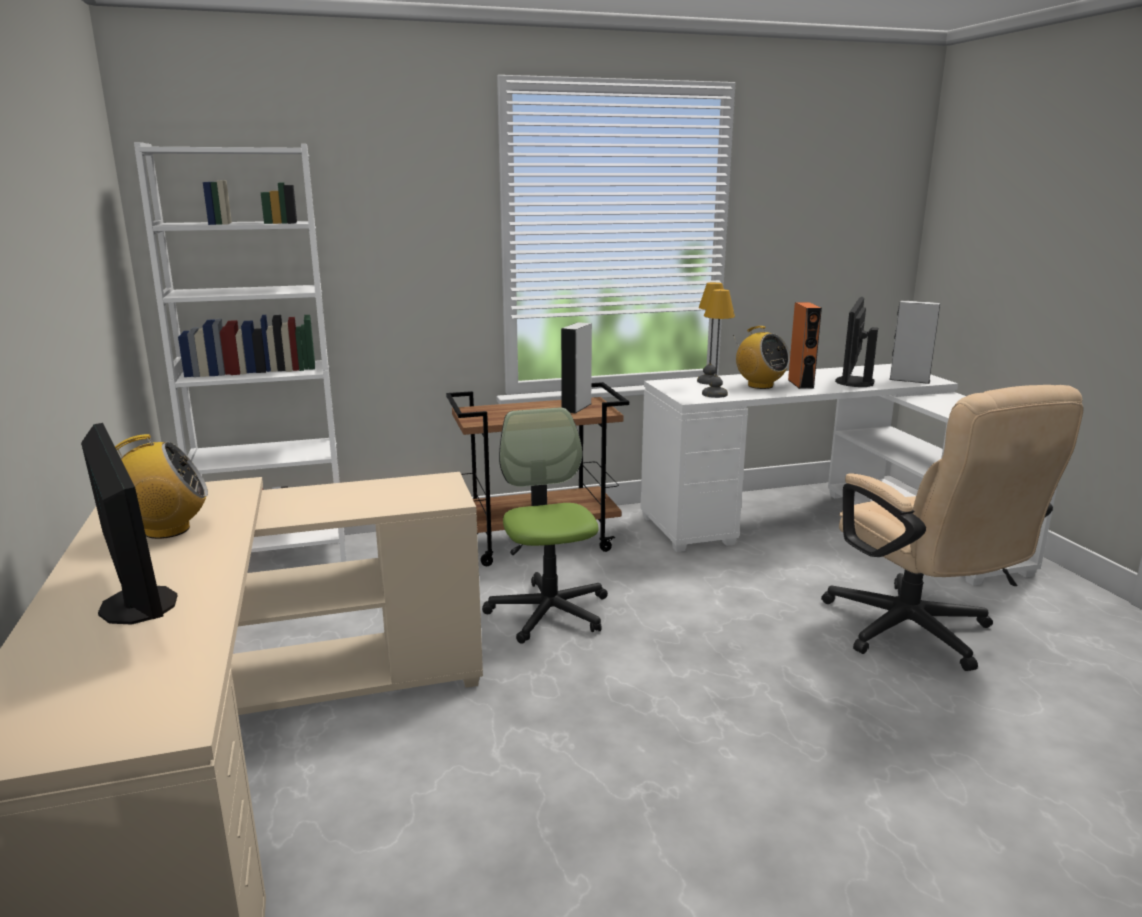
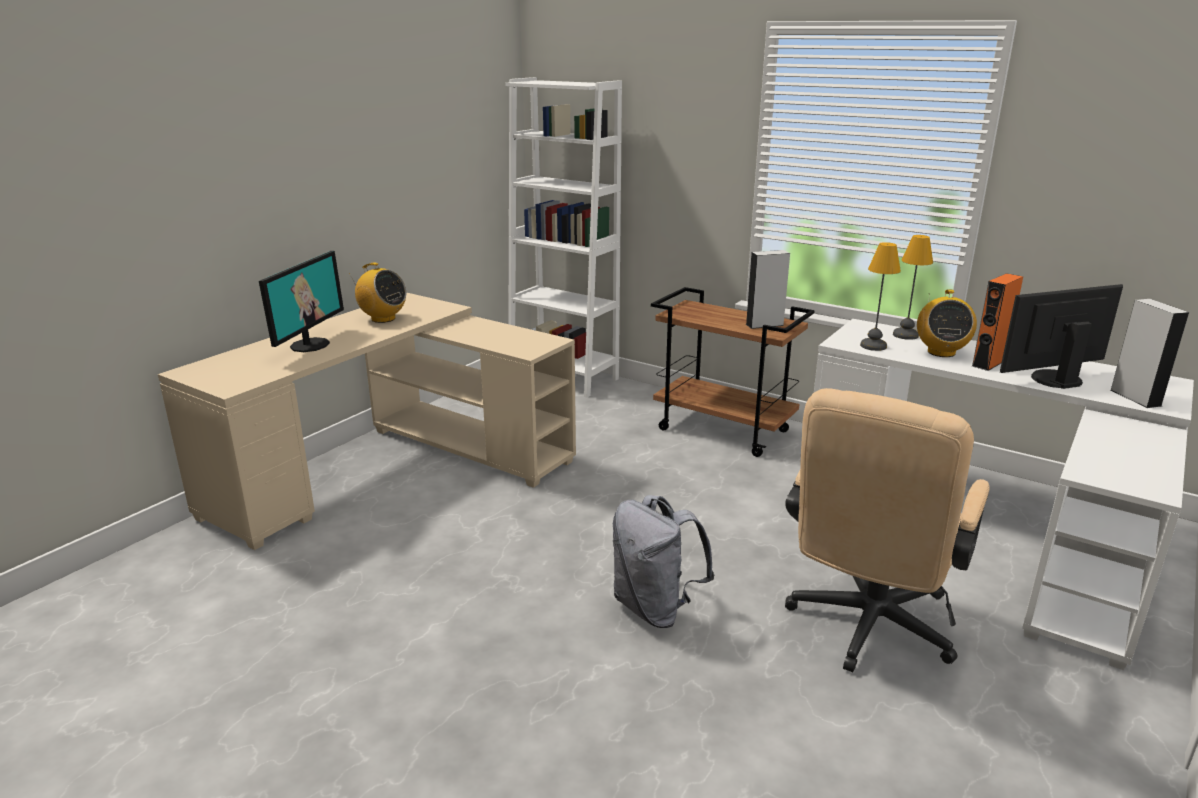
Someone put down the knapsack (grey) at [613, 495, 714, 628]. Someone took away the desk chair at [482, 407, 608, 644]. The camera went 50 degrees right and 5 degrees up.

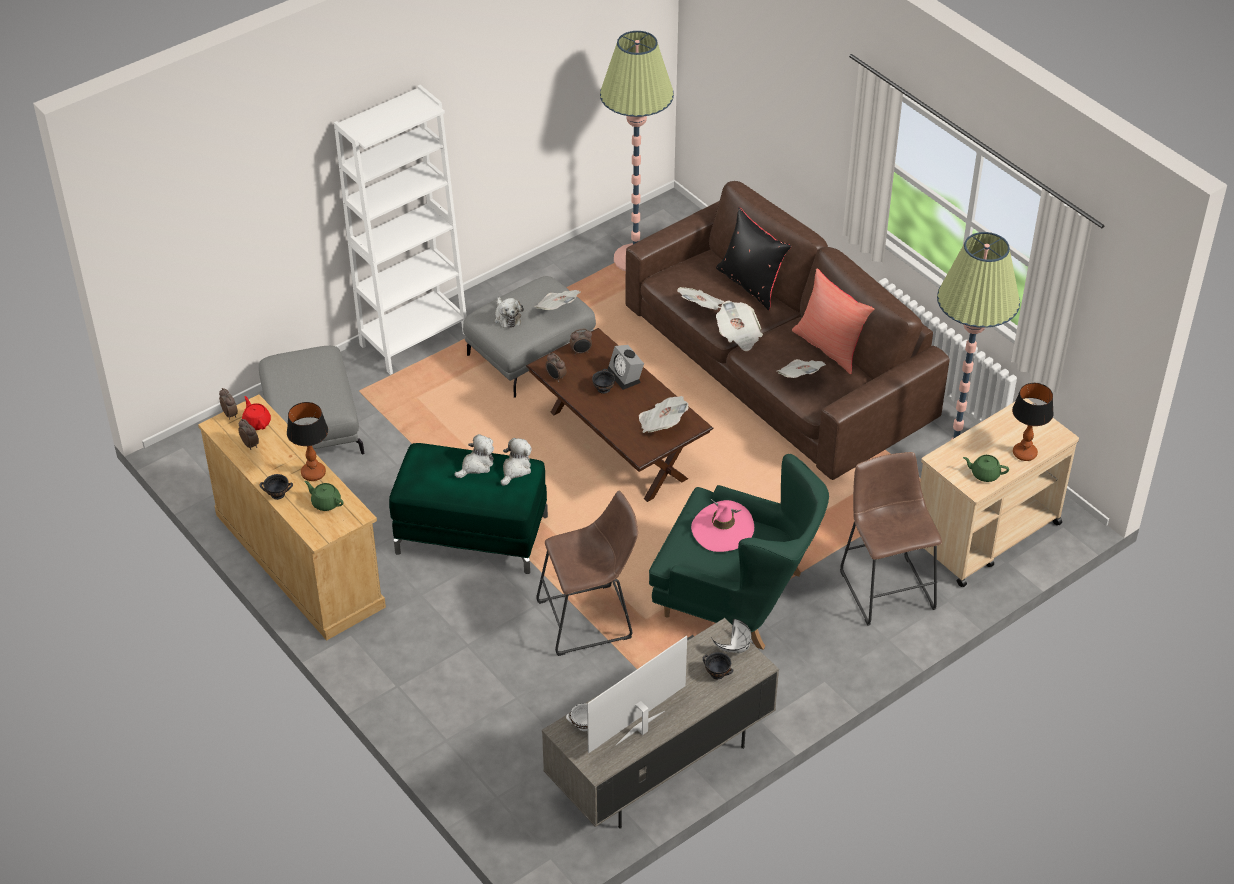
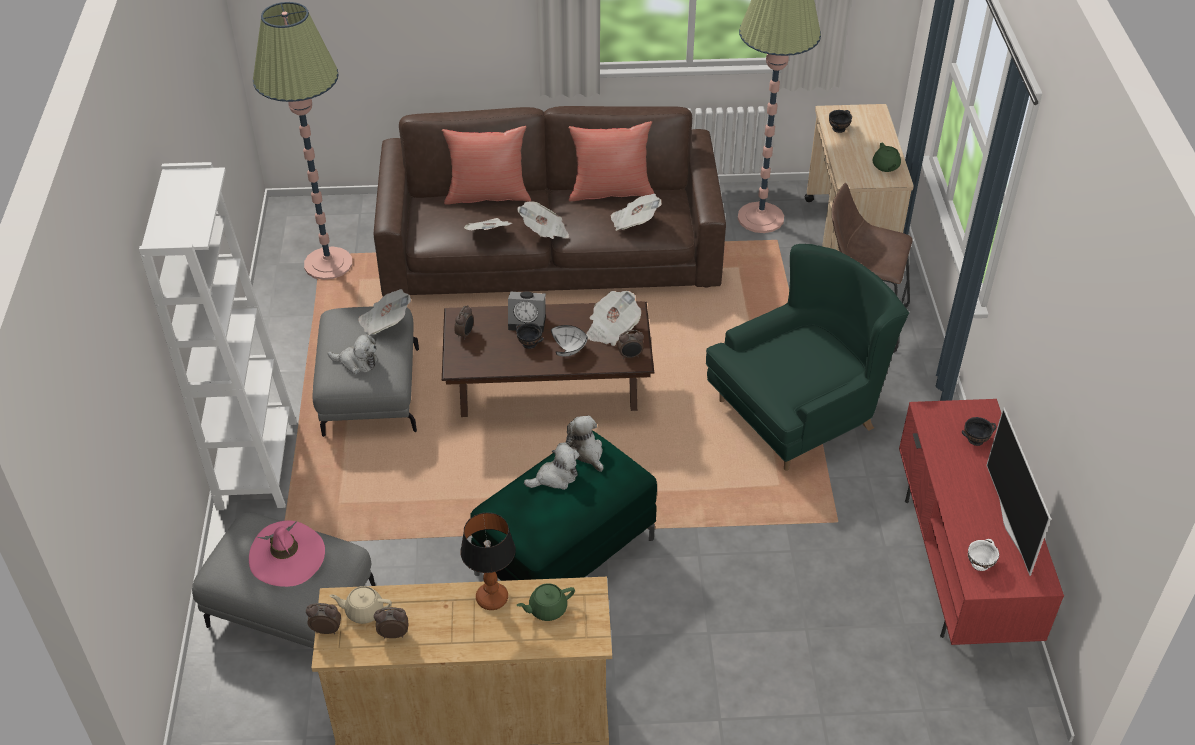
Someone carried the clothing hat (pinkish) from [691, 499, 754, 552] to [249, 521, 325, 587]. Someone repainted the teapot (reddish) at [242, 396, 271, 430], which became the teapot (beige-coloured) at [329, 586, 392, 624]. Someone repainted the cushion (black) at [716, 207, 792, 310], which became the cushion (reddish) at [442, 126, 531, 205]. Someone rotated the plush toy at [454, 434, 494, 478] by 75 degrees clockwise. Someone carried the serving bowl (whitish) from [711, 619, 752, 653] to [551, 325, 588, 356]. Someone carried the bedside clock from [545, 353, 566, 382] to [618, 330, 644, 359]. Someone carried the serving bowl (black) from [260, 474, 293, 500] to [829, 110, 852, 133]. Someone rotated the teapot (green-coloured) at [963, 455, 1009, 482] by 60 degrees counterclockwise. Someone repainted the tv unit (grey) at [542, 618, 779, 829], which became the tv unit (reddish) at [899, 399, 1064, 645]. Someone took away the stool seat (brown-coloured) at [536, 491, 638, 656]. Someone took away the tabletop lamp at [1012, 383, 1053, 461]. The camera went 55 degrees left and 0 degrees up.

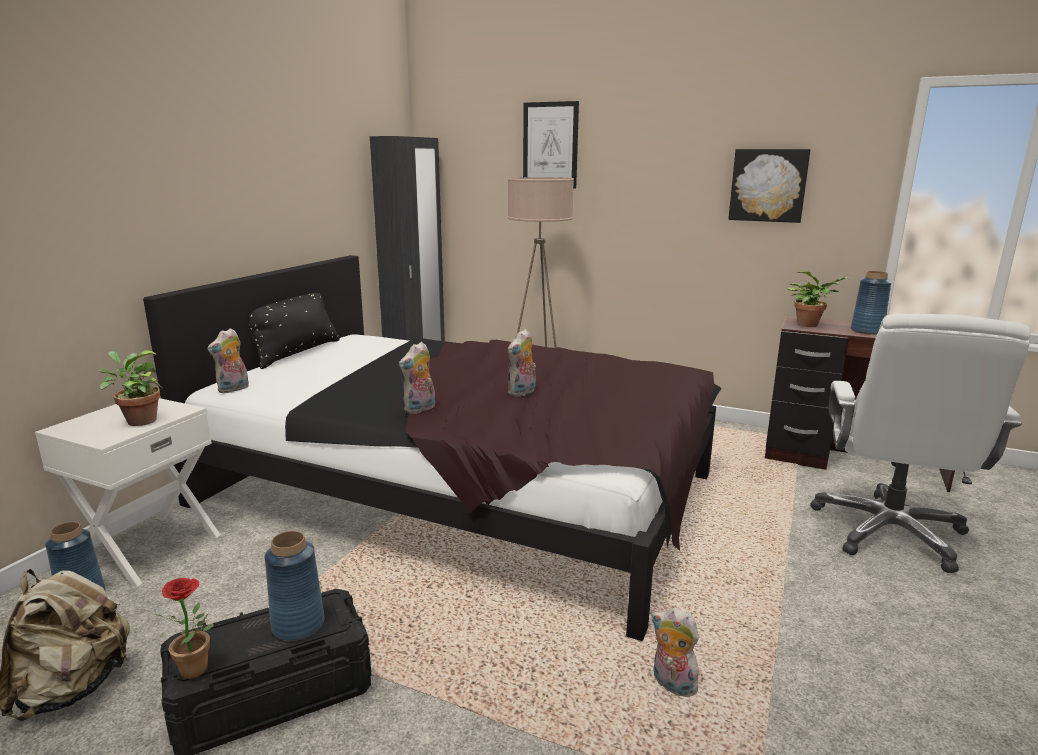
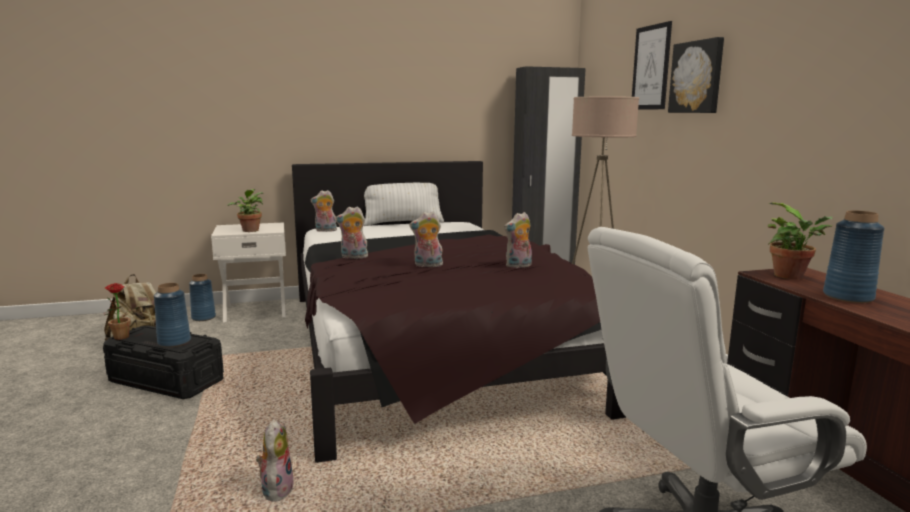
Someone repainted the cushion (black) at [249, 293, 340, 369], which became the cushion (whitish) at [364, 183, 444, 226]. Someone put down the plush toy at [504, 212, 532, 268]. Someone carried the picture from [728, 149, 810, 223] to [668, 37, 724, 113]. The camera went 50 degrees right and 5 degrees down.

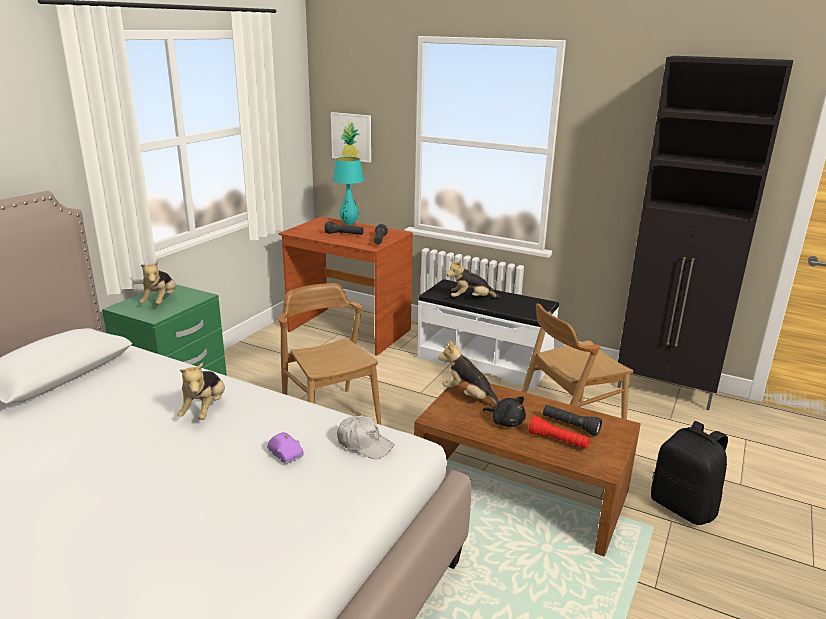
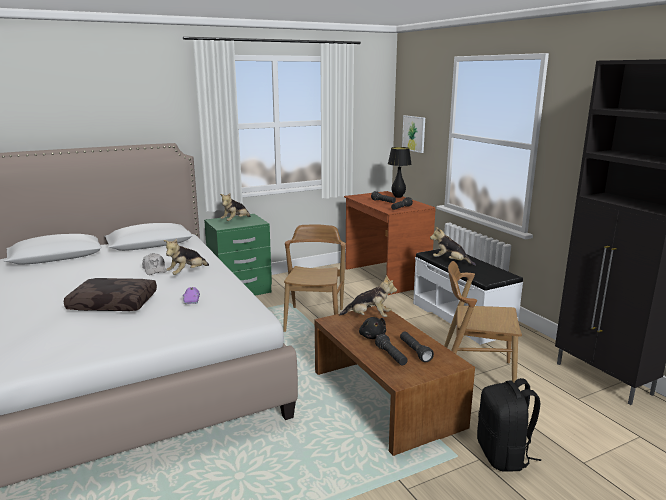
Someone put down the cushion (brown-coloured) at [64, 278, 157, 311]. Someone carried the cap (whitish) from [337, 416, 395, 459] to [142, 253, 167, 275]. Someone rotated the plush toy at [438, 339, 500, 406] by 120 degrees clockwise. Someone repainted the hand torch (reddish) at [529, 416, 590, 449], which became the hand torch (black) at [375, 334, 408, 366]. Someone repainted the tabletop lamp (blue-green) at [332, 157, 364, 225], which became the tabletop lamp (black) at [388, 147, 411, 198]. The camera went 35 degrees right and 5 degrees down.

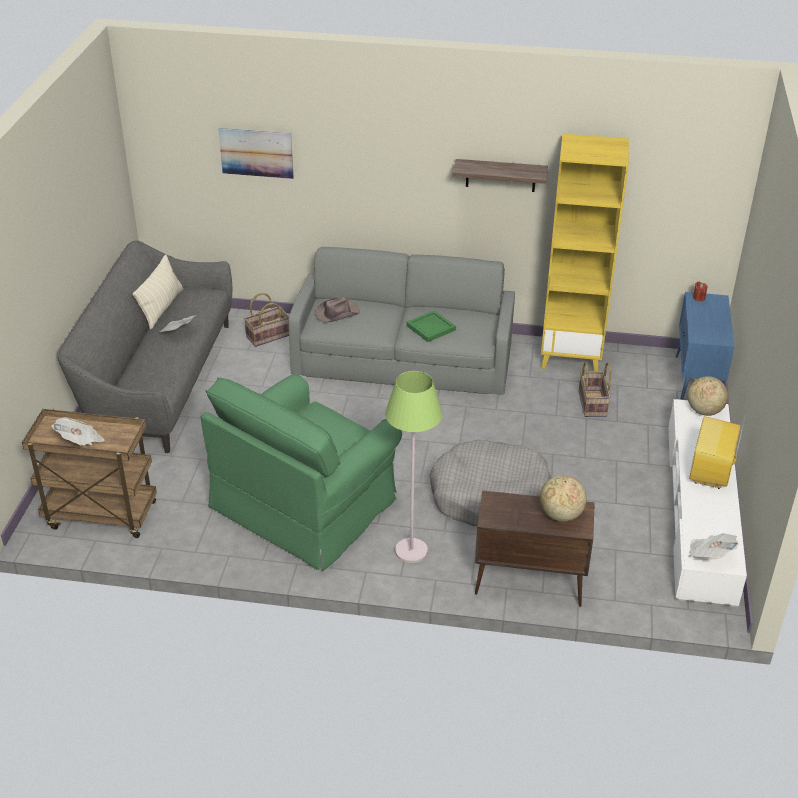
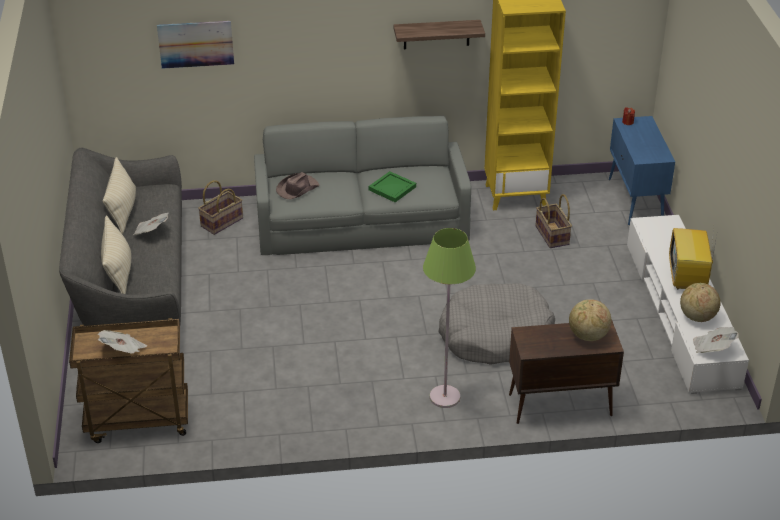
Someone put down the cushion (beige-coloured) at [101, 216, 131, 294]. Someone carried the desk globe from [688, 376, 728, 416] to [680, 283, 721, 322]. Someone took away the easy chair (green-coloured) at [201, 374, 402, 571]. The camera went 15 degrees left and 0 degrees up.

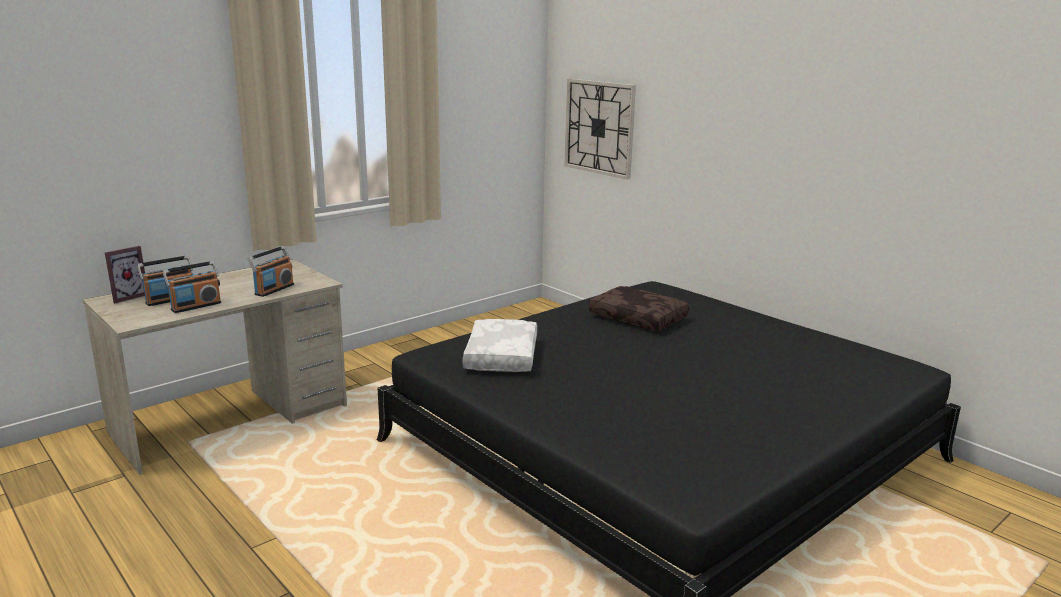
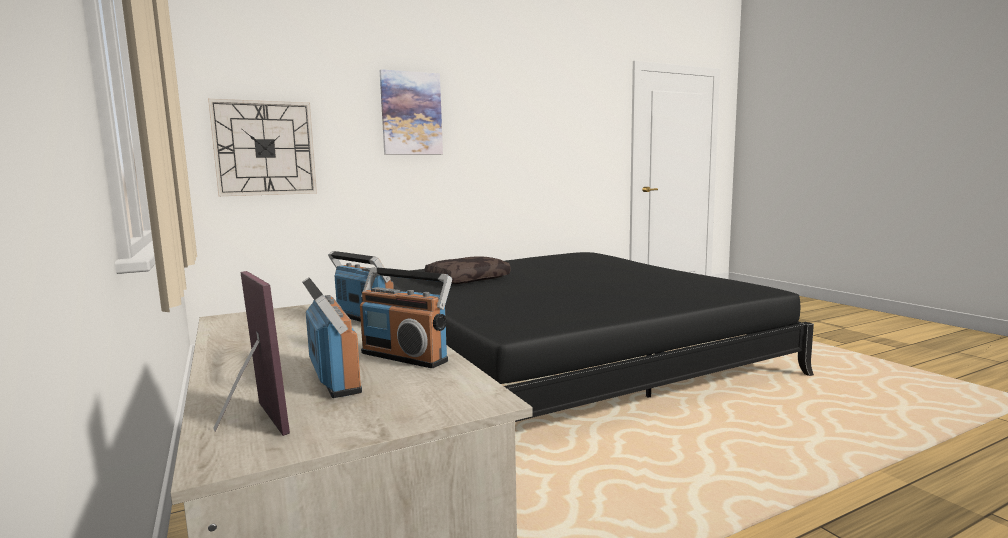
Someone rotated the radio at [163, 261, 221, 313] by 150 degrees clockwise. Someone put up the picture at [380, 69, 443, 154]. Someone took away the cushion (whitish) at [462, 319, 537, 372]. The camera went 75 degrees left and 10 degrees down.

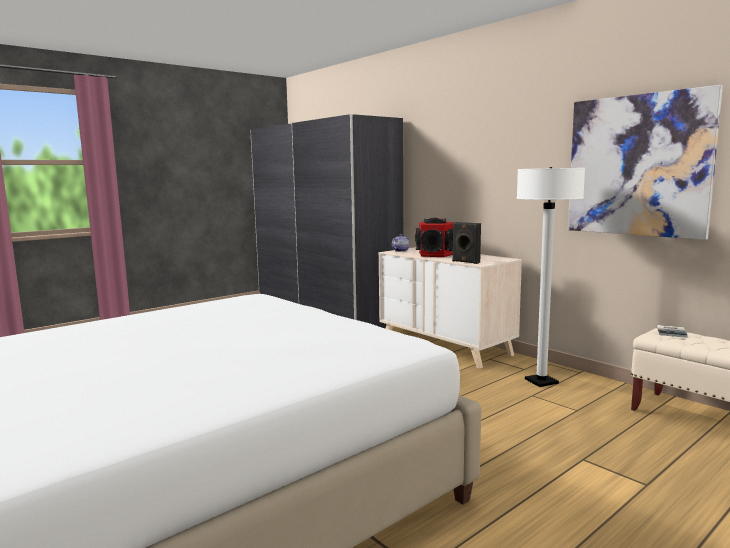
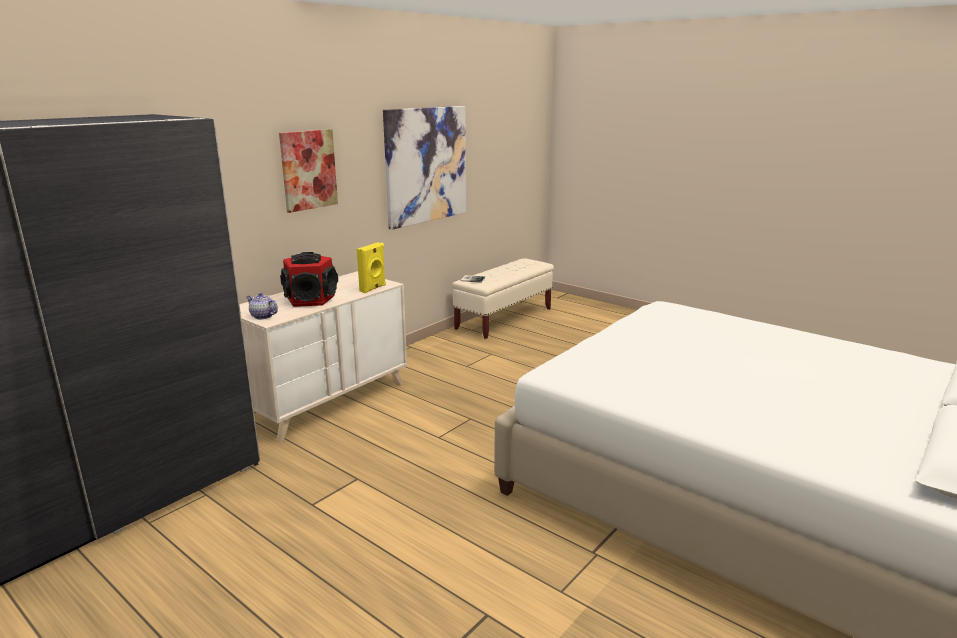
Someone put up the picture at [279, 129, 338, 213]. Someone repainted the speaker (black) at [452, 222, 481, 264], which became the speaker (yellow) at [357, 242, 386, 293]. Someone took away the floor lamp (whitish) at [517, 167, 585, 387]. The camera went 100 degrees left and 10 degrees up.

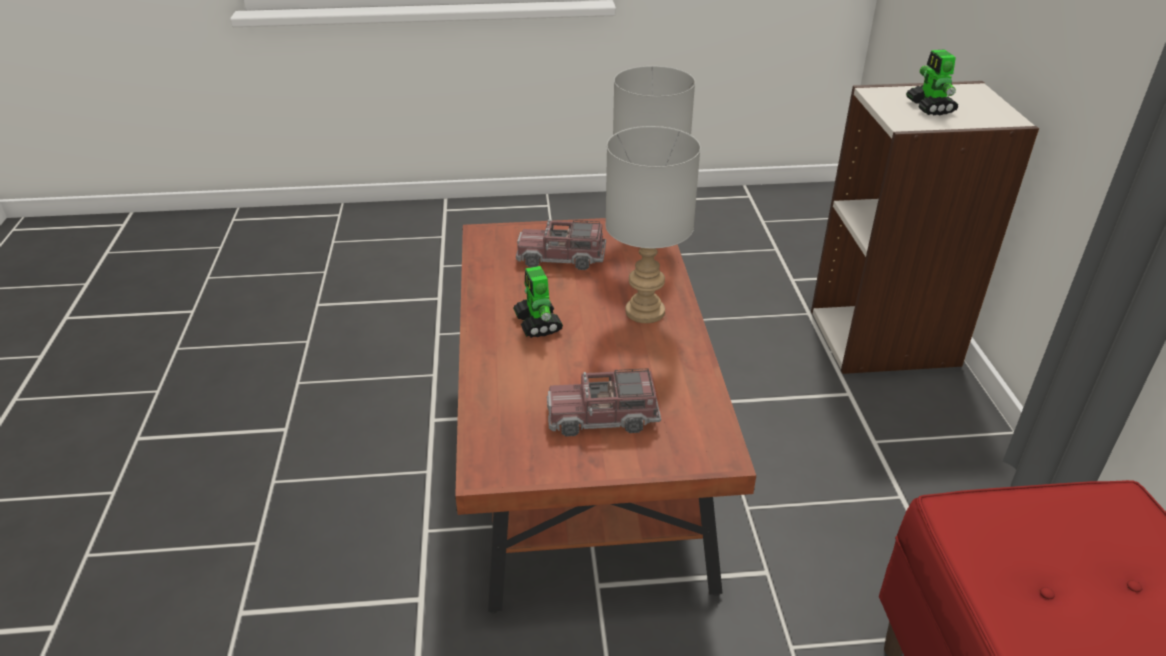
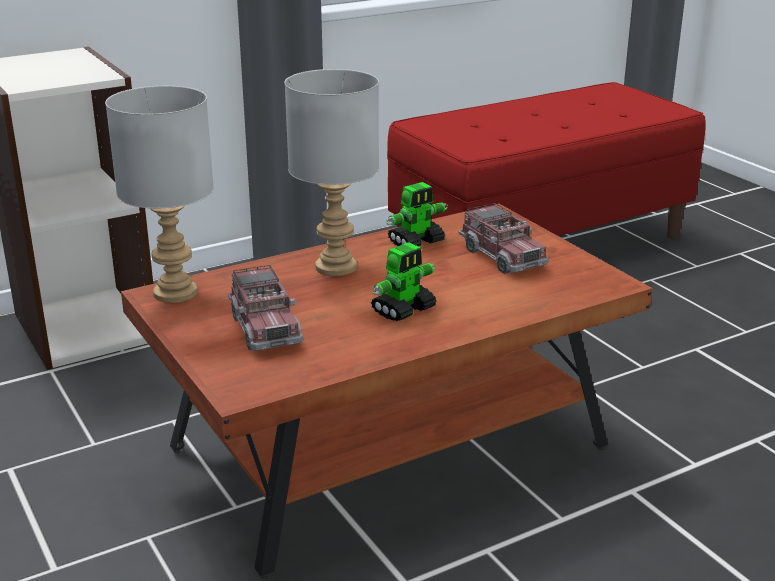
Someone carried the toy robot from [906, 49, 958, 115] to [386, 182, 448, 246]. The camera went 115 degrees left and 10 degrees down.

